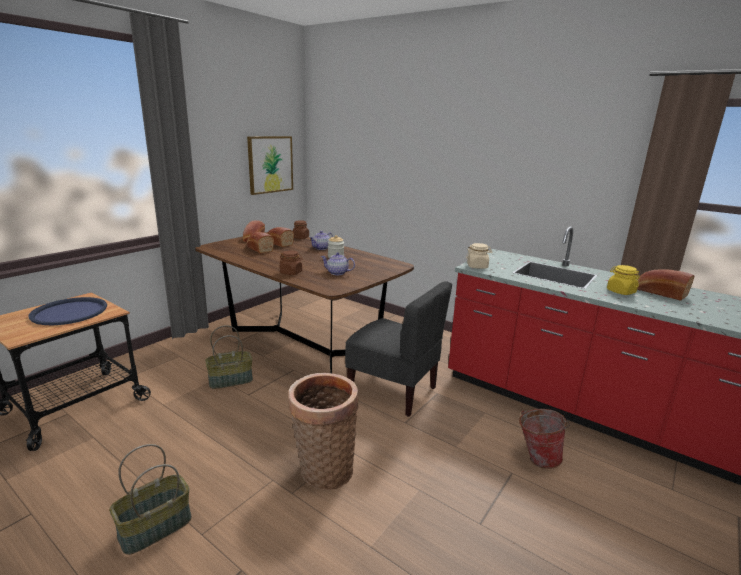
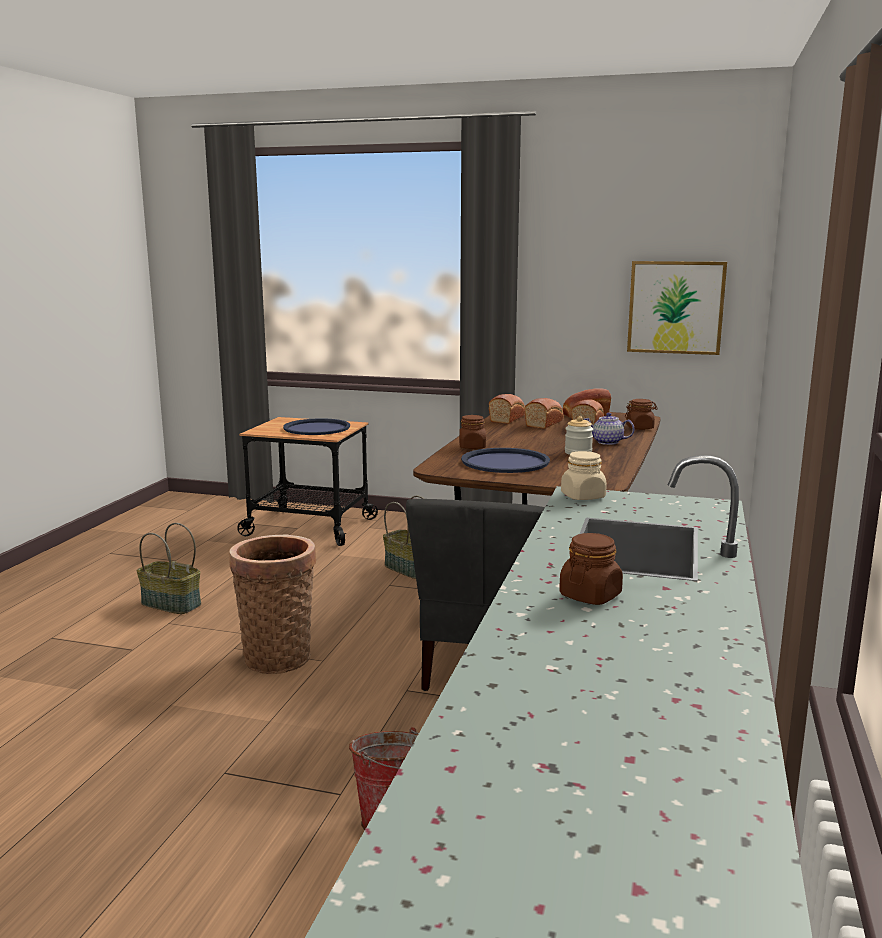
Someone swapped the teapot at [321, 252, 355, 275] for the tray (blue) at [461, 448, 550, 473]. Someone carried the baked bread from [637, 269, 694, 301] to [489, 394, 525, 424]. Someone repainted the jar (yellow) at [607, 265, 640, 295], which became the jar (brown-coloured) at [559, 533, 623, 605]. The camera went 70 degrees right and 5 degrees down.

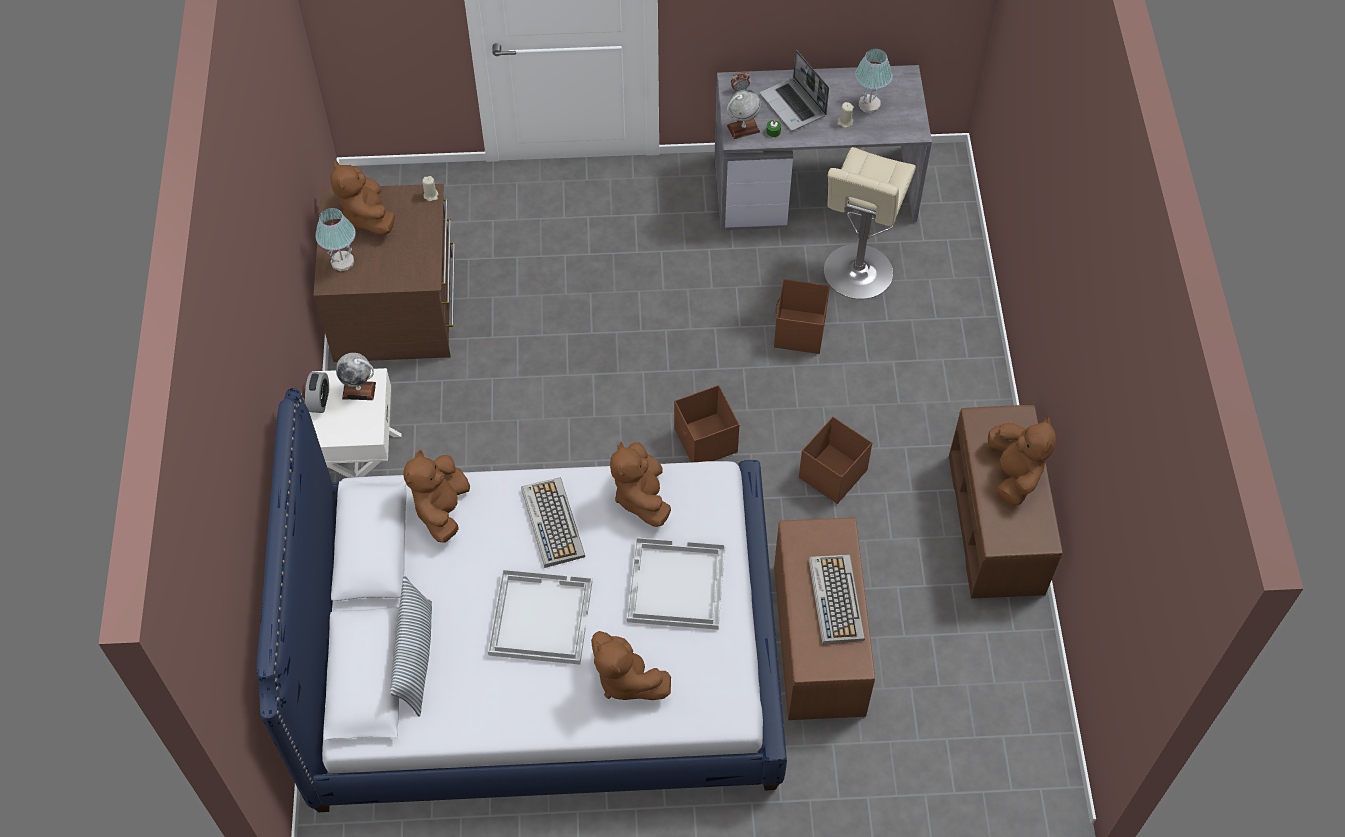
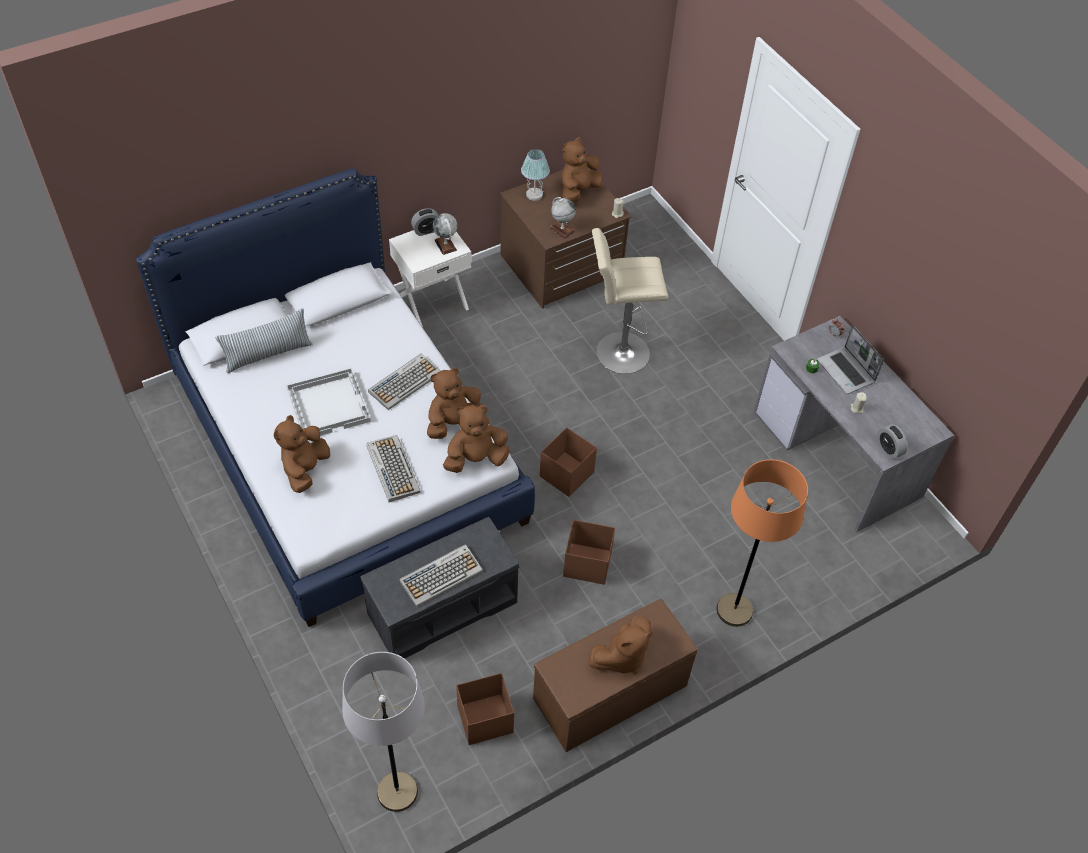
Someone put down the floor lamp (grey) at [342, 652, 425, 812]. Someone repainted the long seat (brown-coloured) at [774, 518, 875, 720], which became the long seat (grey) at [361, 517, 519, 659]. Someone swapped the tray (whitish) at [627, 537, 725, 630] for the computer keyboard at [366, 435, 421, 502]. Someone carried the plush toy (brown-coloured) from [403, 450, 470, 542] to [443, 405, 510, 473]. Someone carried the storage box (brown-coloured) from [774, 279, 830, 354] to [456, 673, 514, 745]. Someone carried the desk globe from [727, 89, 761, 139] to [549, 197, 576, 239]. Someone carried the stool seat (beige-coloured) from [824, 147, 916, 299] to [592, 228, 668, 374]. Someone put down the floor lamp (orange) at [716, 459, 808, 627]. Someone rotated the portable computer at [760, 50, 829, 131] by 60 degrees counterclockwise. Someone put down the bedside clock at [877, 424, 908, 459]. Someone took away the tabletop lamp at [855, 49, 893, 113]. The camera went 60 degrees right and 5 degrees down.

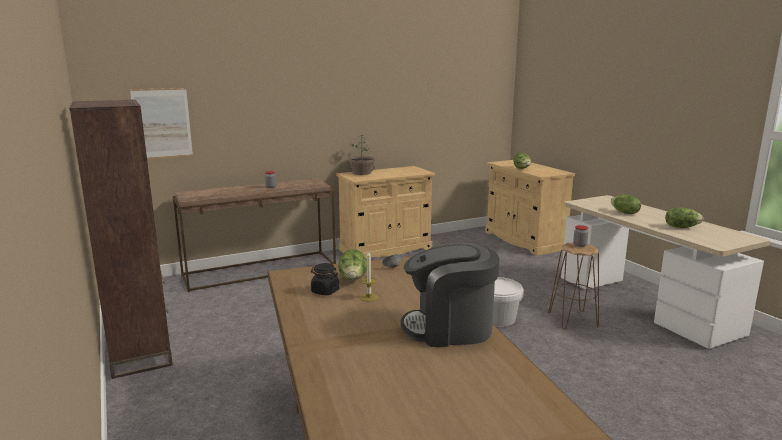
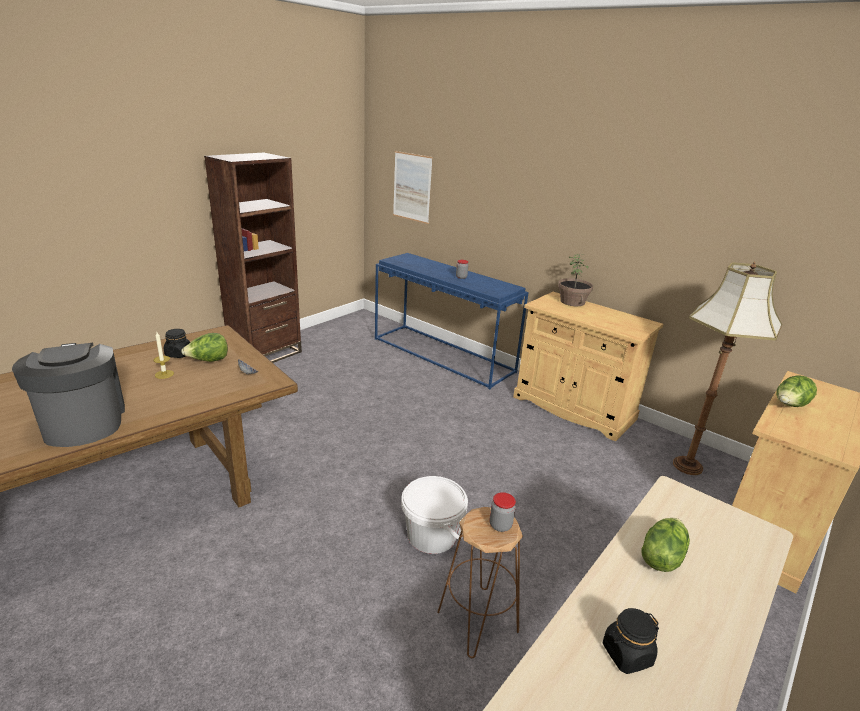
Someone repainted the narrow table (brown-coloured) at [173, 178, 336, 292], which became the narrow table (blue) at [375, 253, 529, 389]. Someone swapped the lettuce head at [665, 207, 703, 228] for the jar (black) at [603, 608, 659, 674]. Someone put down the floor lamp at [673, 261, 782, 475]. The camera went 65 degrees right and 10 degrees up.

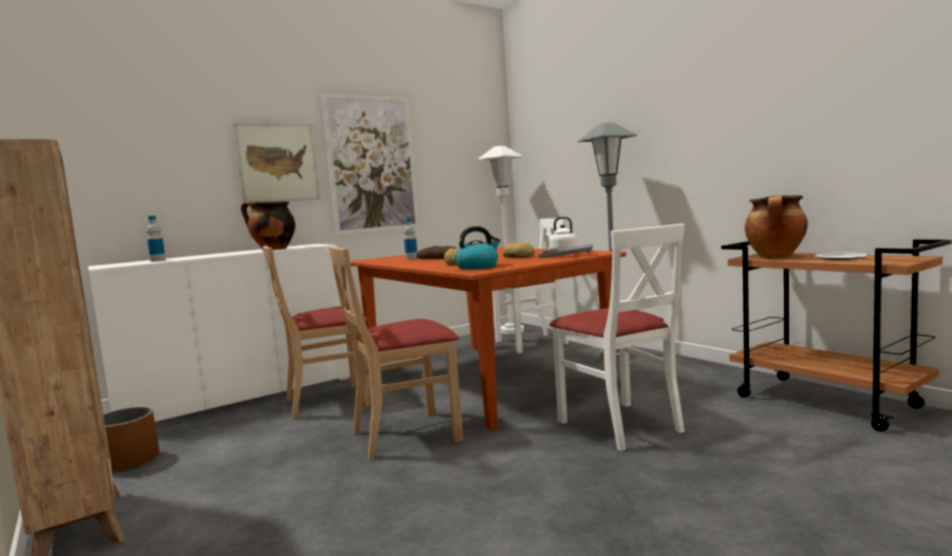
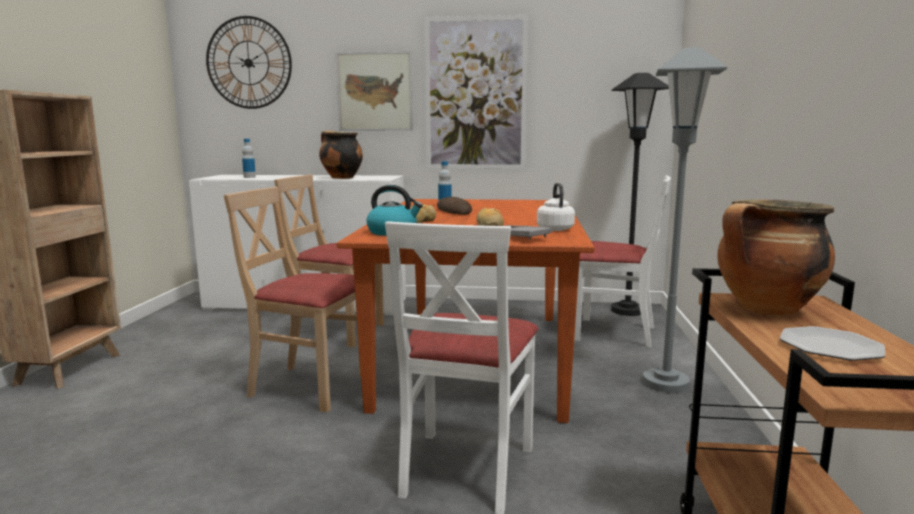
Someone put up the wall clock at [206, 16, 292, 109]. Someone repainted the floor lamp (whitish) at [477, 146, 524, 334], which became the floor lamp (black) at [611, 73, 669, 316]. Someone took away the planter (brown-coloured) at [103, 407, 159, 473]. The camera went 40 degrees right and 5 degrees up.

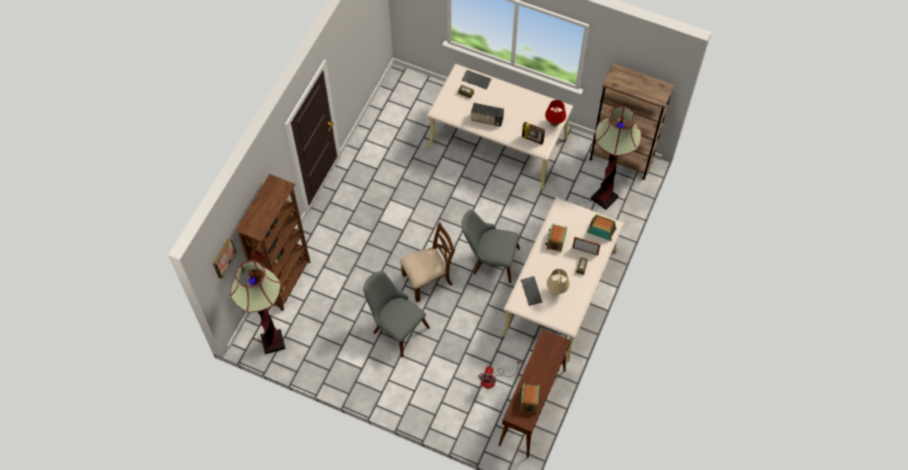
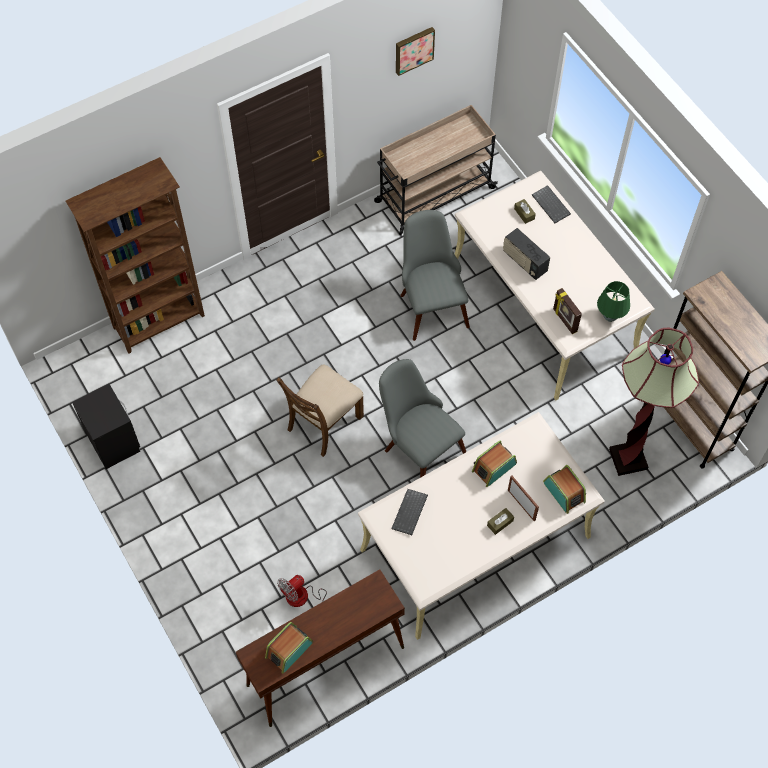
Someone put down the bedside table (black) at [72, 384, 140, 469]. Someone rotated the plain chair (brown-coloured) at [400, 222, 456, 302] by 120 degrees clockwise. Someone put down the trolley (beige-coloured) at [374, 105, 498, 235]. Someone carried the picture from [213, 238, 237, 279] to [396, 27, 435, 76]. Someone carried the plain chair (grey) from [363, 271, 430, 357] to [400, 210, 470, 341]. Someone repainted the tabletop lamp (reddish) at [545, 100, 566, 127], which became the tabletop lamp (green-coloured) at [597, 281, 630, 322]. Someone took away the floor lamp at [230, 260, 285, 354]. Someone took away the tabletop lamp (beige-coloured) at [547, 269, 569, 294]. The camera went 35 degrees right and 0 degrees up.

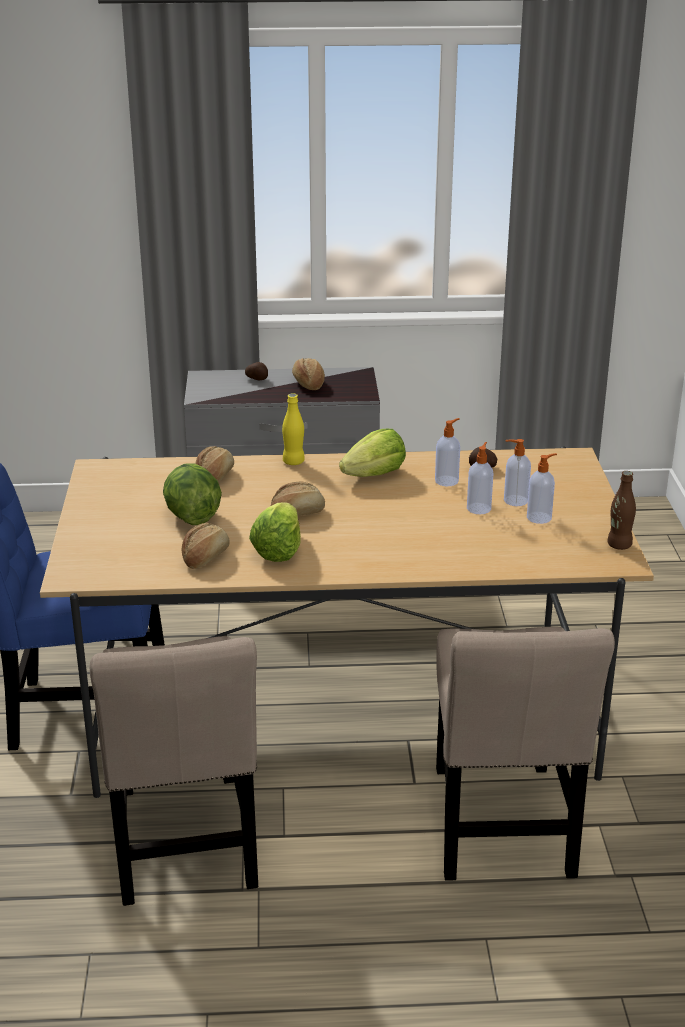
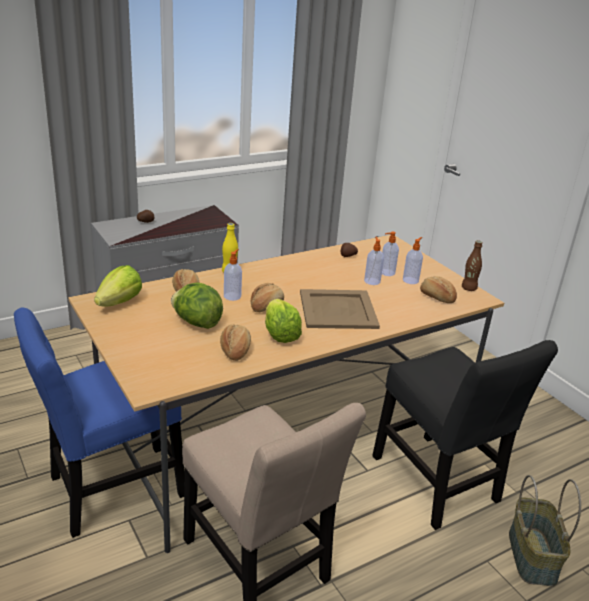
Someone carried the lettuce head from [339, 429, 406, 477] to [94, 265, 142, 306]. Someone carried the soap bottle from [435, 418, 460, 486] to [224, 249, 242, 301]. Someone put down the tray (beige-coloured) at [300, 289, 380, 329]. Someone repainted the plain chair (beige-coloured) at [436, 627, 615, 881], which became the plain chair (black) at [372, 340, 558, 530]. Someone carried the baked bread from [292, 358, 325, 390] to [420, 276, 457, 303]. Someone put down the storage basket at [509, 475, 581, 586]. The camera went 30 degrees left and 0 degrees up.

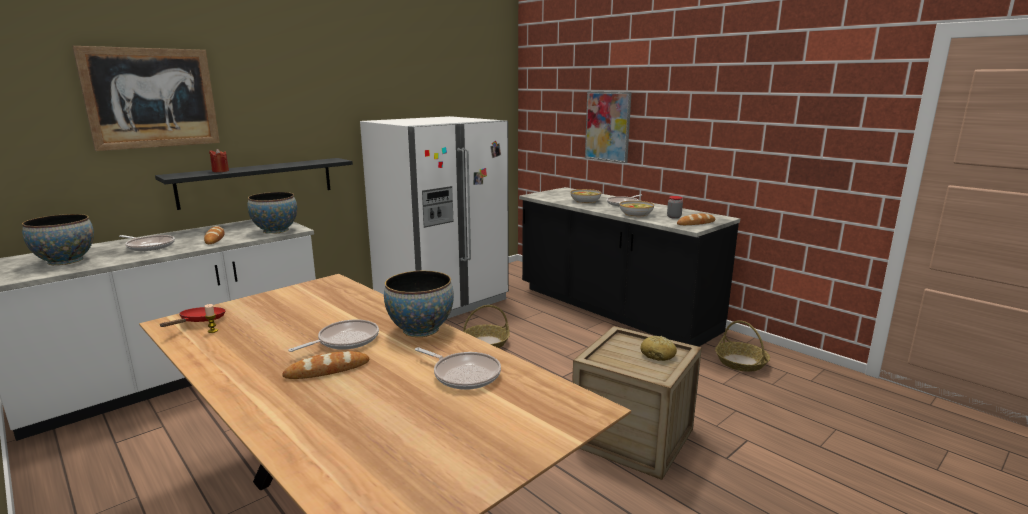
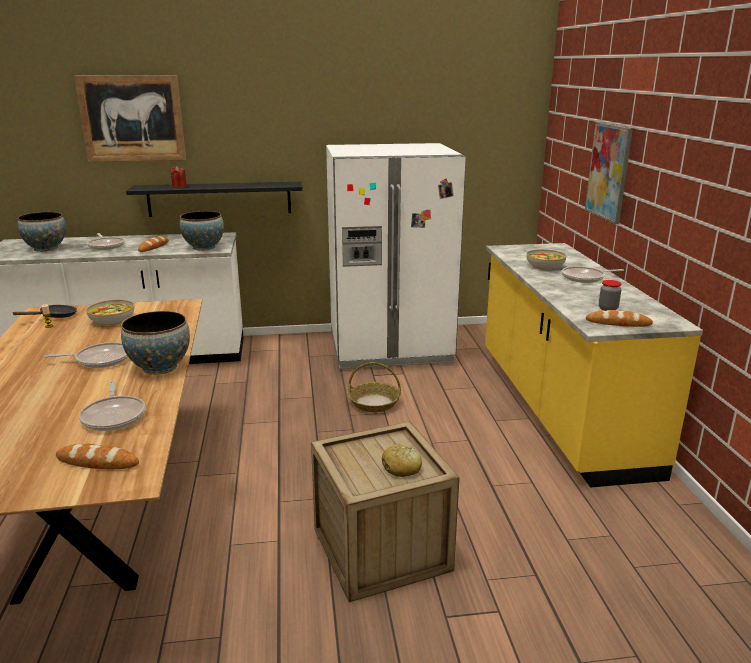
Someone repainted the frying pan (reddish) at [160, 307, 226, 327], which became the frying pan (black) at [12, 305, 77, 318]. Someone carried the baked bread from [282, 351, 369, 379] to [56, 443, 139, 469]. Someone carried the serving bowl from [620, 201, 654, 217] to [86, 300, 134, 326]. Someone repainted the kitchen base unit (black) at [519, 187, 740, 346], which became the kitchen base unit (yellow) at [485, 243, 703, 488]. Someone took away the storage basket at [715, 320, 770, 372]. The camera went 35 degrees right and 5 degrees up.

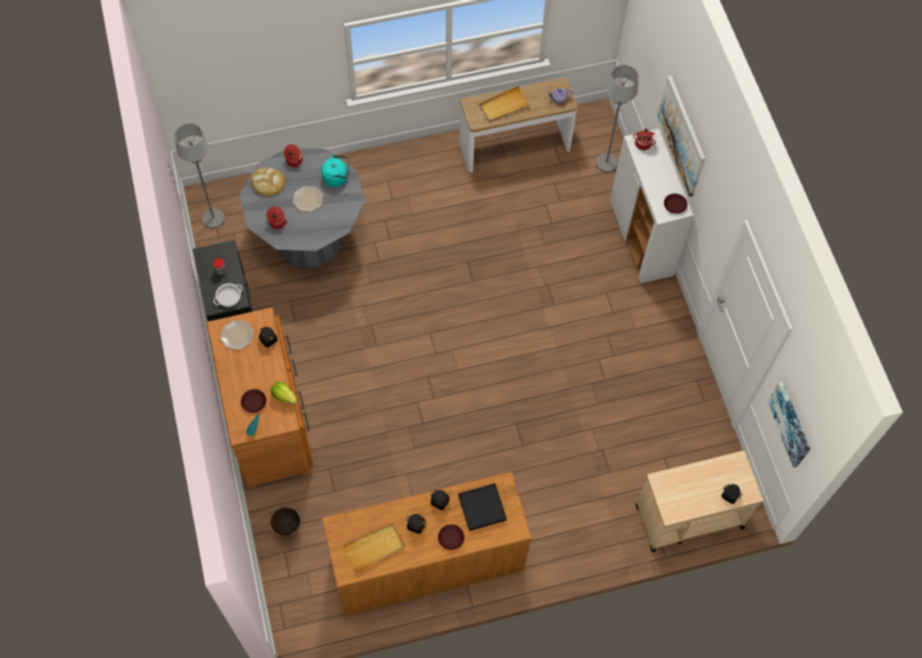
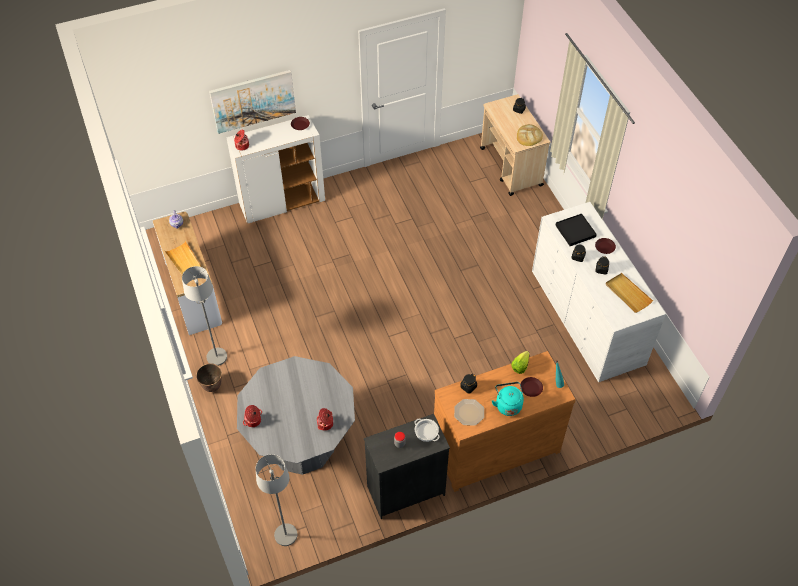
Someone carried the floor lamp (grey) from [596, 65, 639, 172] to [182, 266, 227, 366]. Someone carried the planter from [270, 507, 301, 539] to [196, 363, 222, 392]. Someone carried the tea kettle (blue-green) from [321, 154, 349, 187] to [492, 382, 524, 416]. Someone carried the baked bread from [251, 167, 285, 196] to [517, 124, 543, 146]. Someone repainted the dresser (brown-coloured) at [322, 472, 531, 616], which became the dresser (whitish) at [532, 202, 666, 382]. Someone took away the dinner plate at [293, 186, 323, 212]. Someone took away the picture at [767, 381, 810, 468]. The camera went 95 degrees left and 10 degrees down.

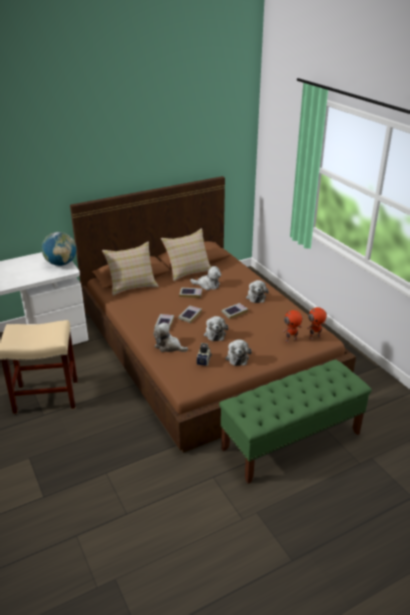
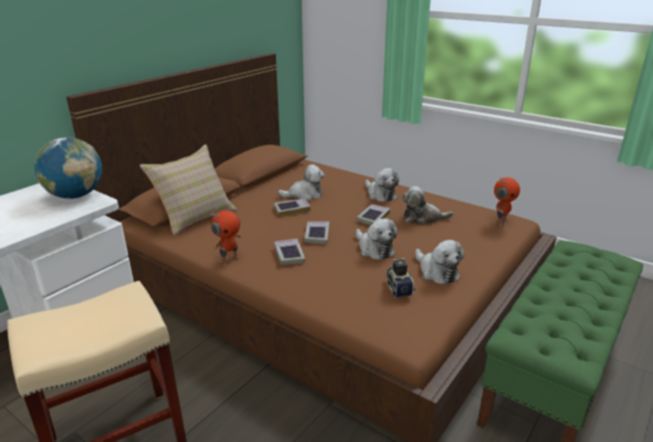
Someone carried the toy robot from [283, 310, 303, 343] to [210, 210, 241, 265]. Someone carried the plush toy from [153, 322, 188, 352] to [402, 186, 453, 225]. Someone took away the cushion (beige-coloured) at [161, 228, 211, 281]. The camera went 25 degrees left and 5 degrees down.

